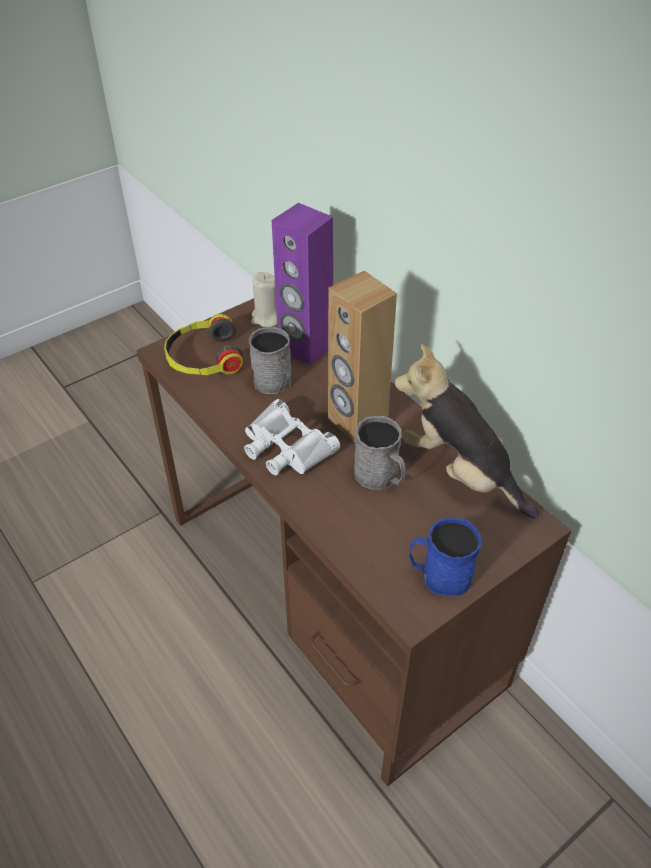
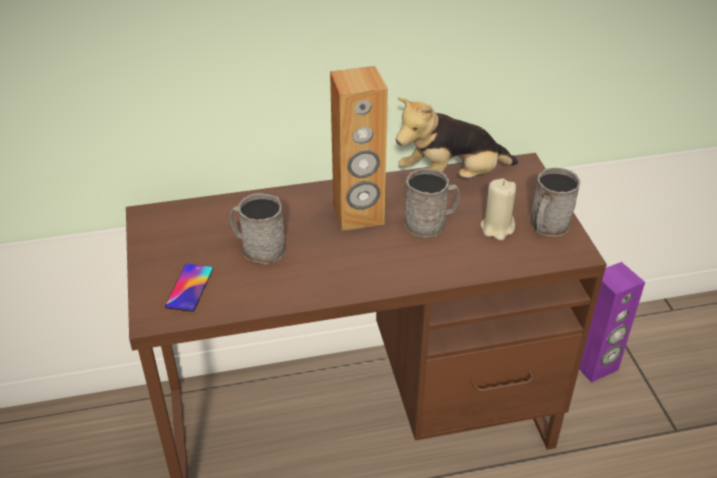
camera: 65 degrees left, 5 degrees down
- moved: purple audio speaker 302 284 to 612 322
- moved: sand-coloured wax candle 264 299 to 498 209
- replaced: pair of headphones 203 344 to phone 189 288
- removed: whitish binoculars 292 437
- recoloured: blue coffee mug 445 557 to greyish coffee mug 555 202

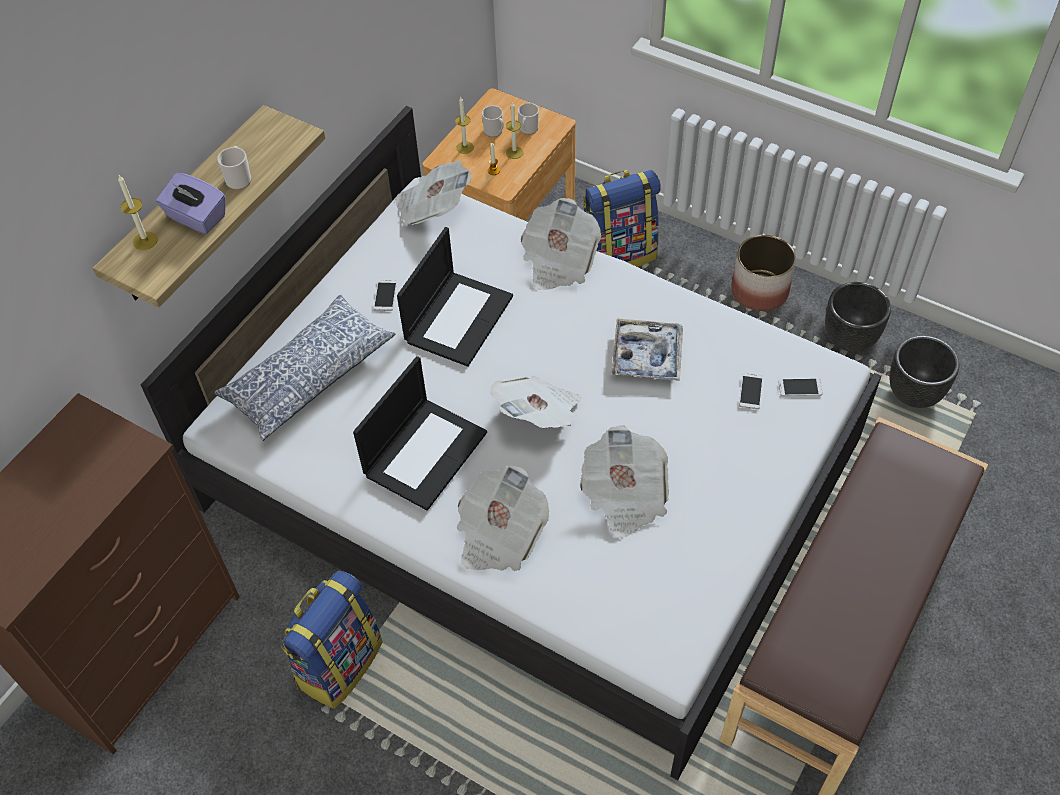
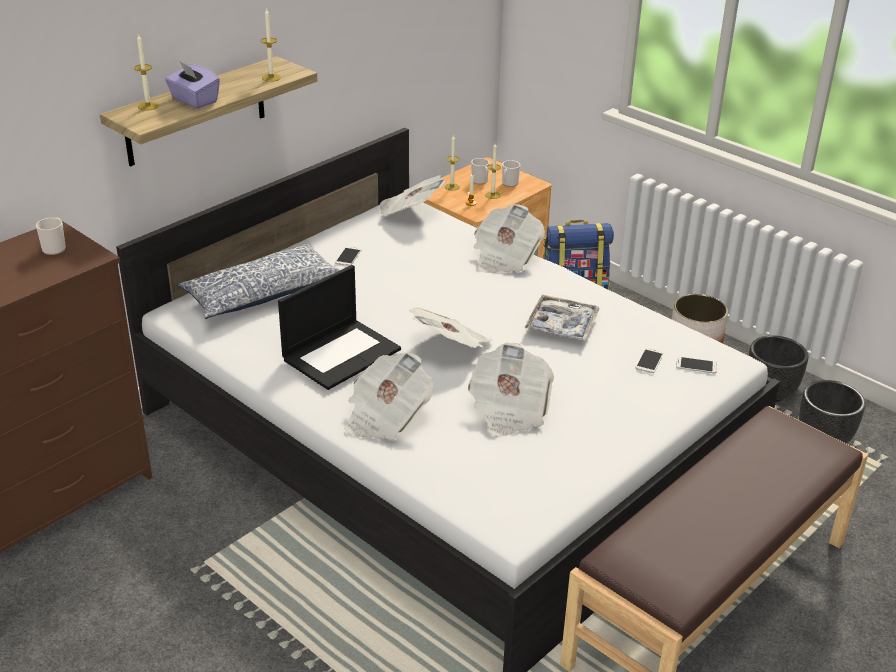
camera: 10 degrees right, 20 degrees down
- moved: coffee mug 234 168 to 51 236
- removed: portable computer 455 297
- removed: knapsack 331 639
- added: wax candle 271 45

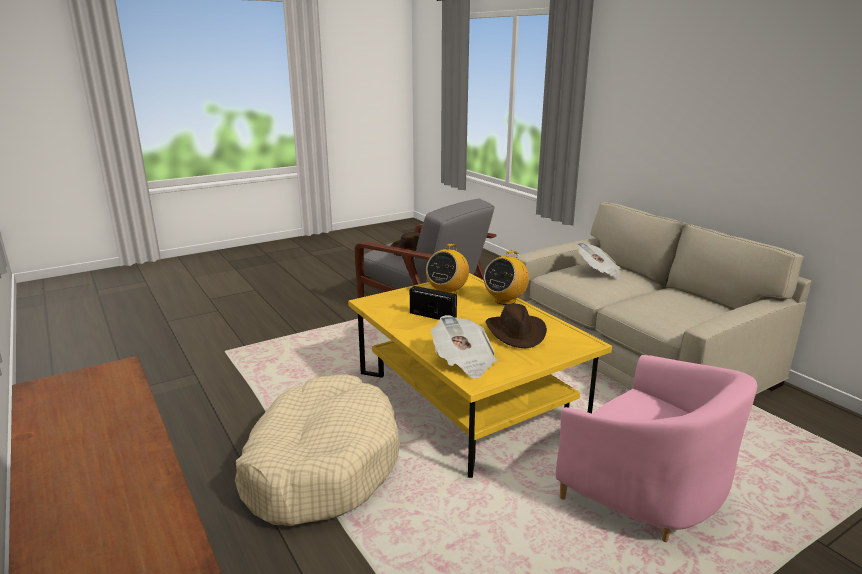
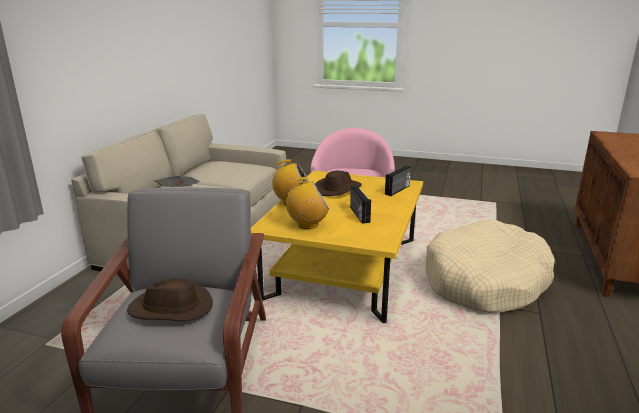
camera: 130 degrees left, 0 degrees up
- replaced: newspaper 464 347 to radio 398 180

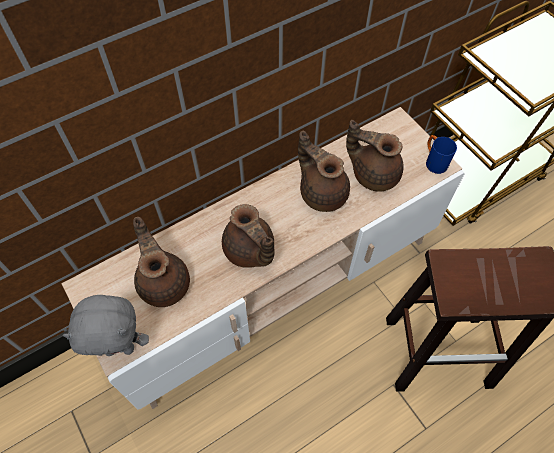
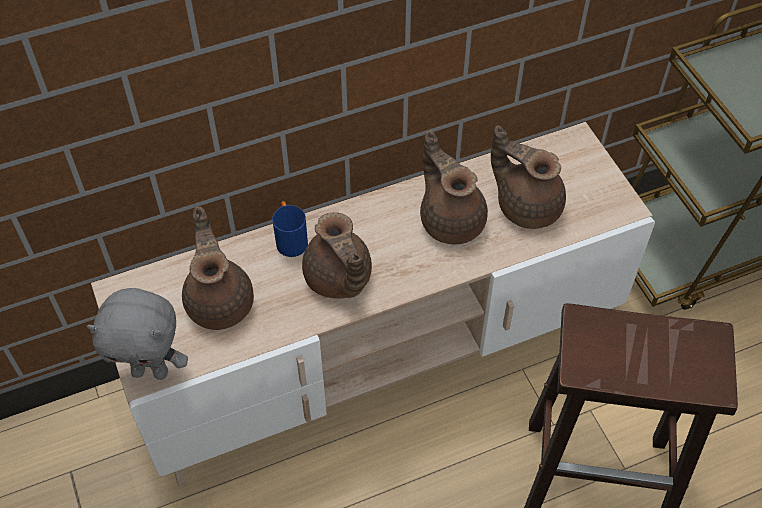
camera: 10 degrees right, 5 degrees down
- moved: blue coffee mug 441 154 to 290 229

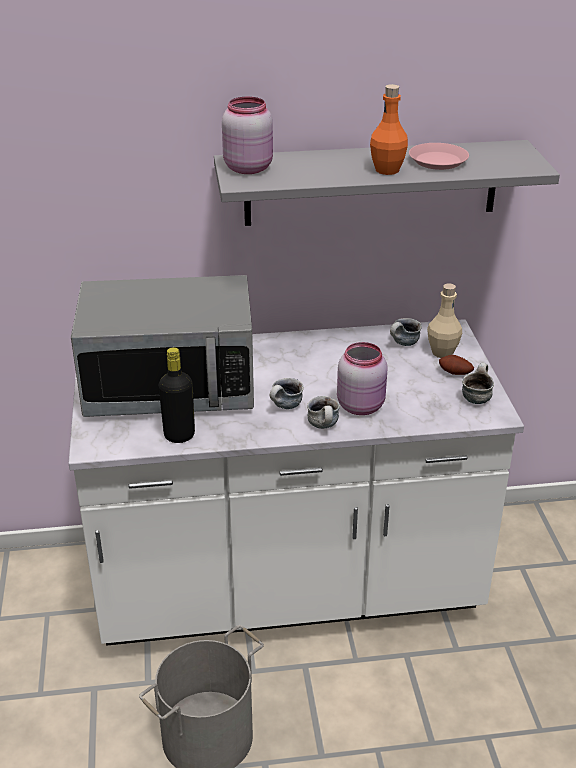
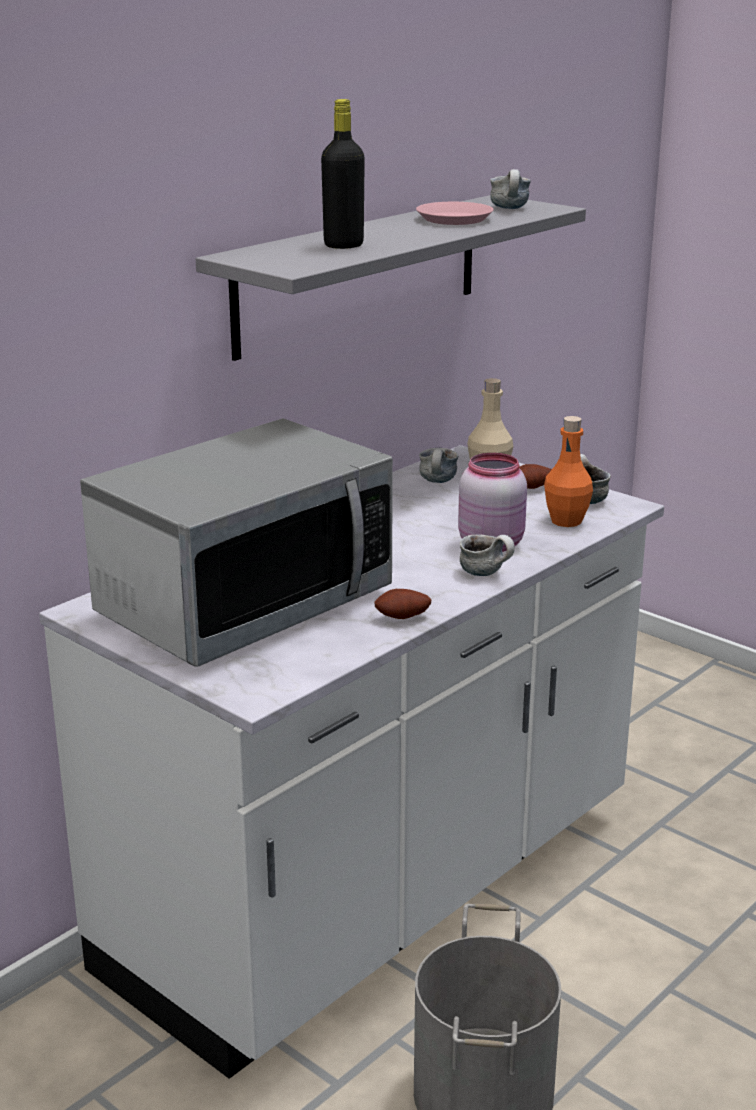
camera: 40 degrees left, 10 degrees down
- moved: orange-coloured beverage bottle 389 129 to 568 471
- removed: pink-coloured preserve jar 247 135
- moved: blackish beverage bottle 177 395 to 343 174
- moved: coffee mug 287 393 to 510 189
- added: whole potato 402 604

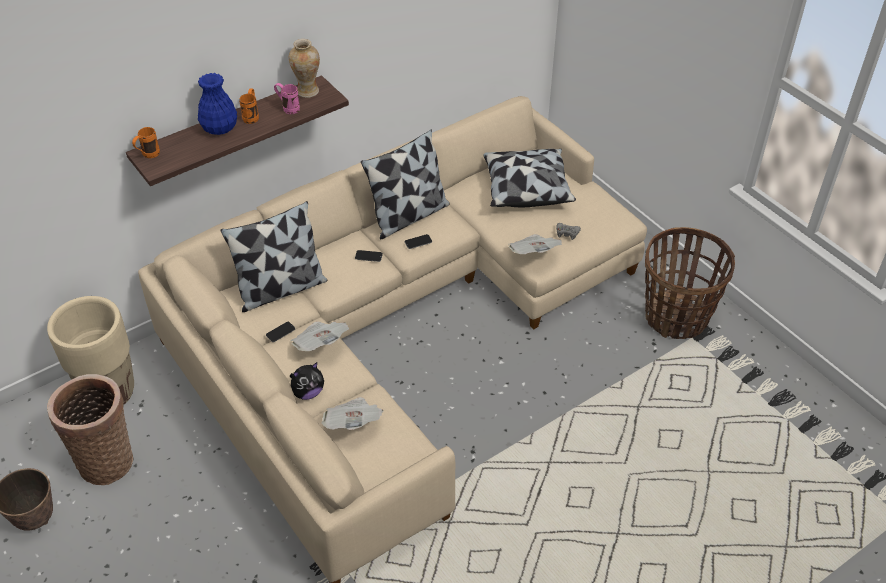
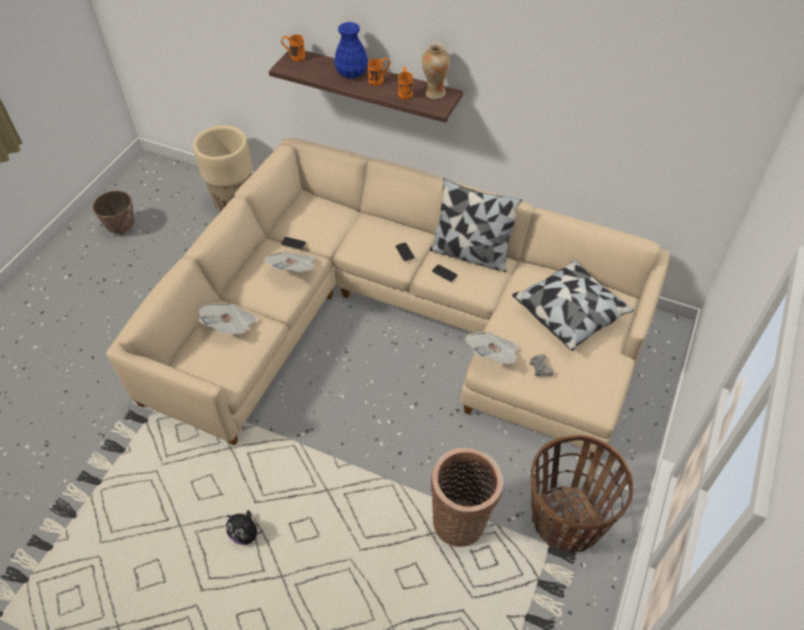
camera: 60 degrees right, 5 degrees up
- recoloured: pink-coloured coffee mug 287 98 to orange-coloured coffee mug 405 83
- removed: cushion 274 256
- moved: plush toy 307 381 to 244 527
- moved: household basket 90 429 to 467 497

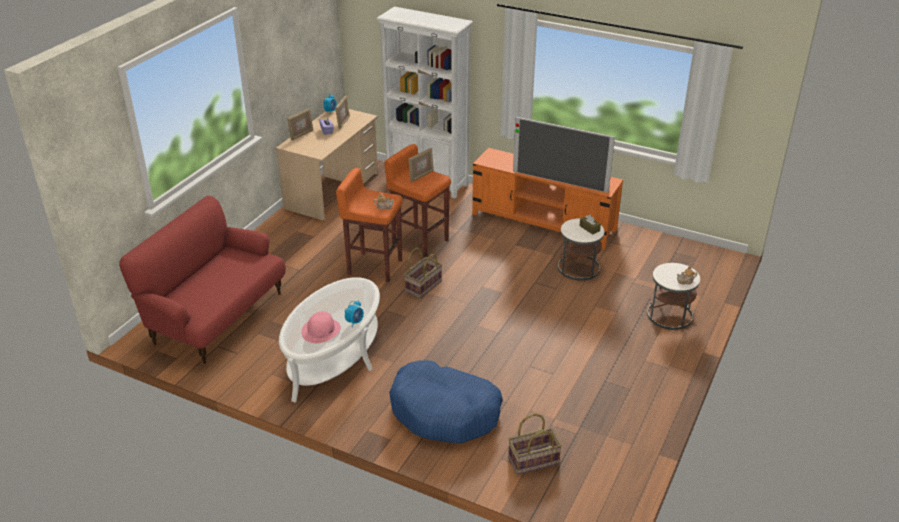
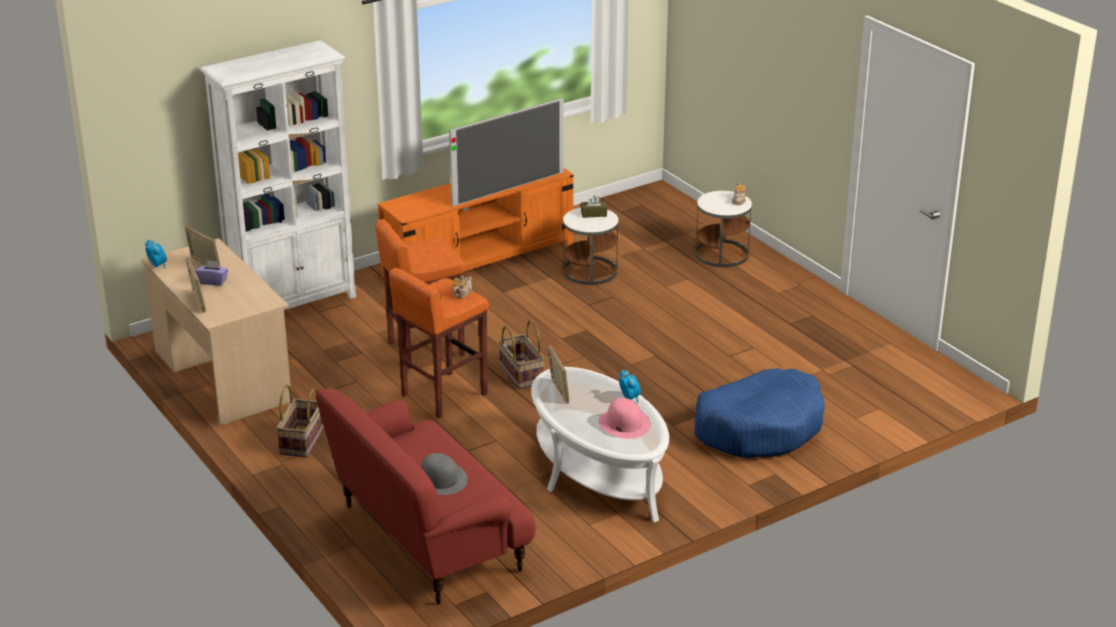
camera: 60 degrees left, 5 degrees down
- moved: picture frame 421 164 to 559 374
- moved: household basket 535 444 to 300 421
- added: greyish wearable hat 444 474

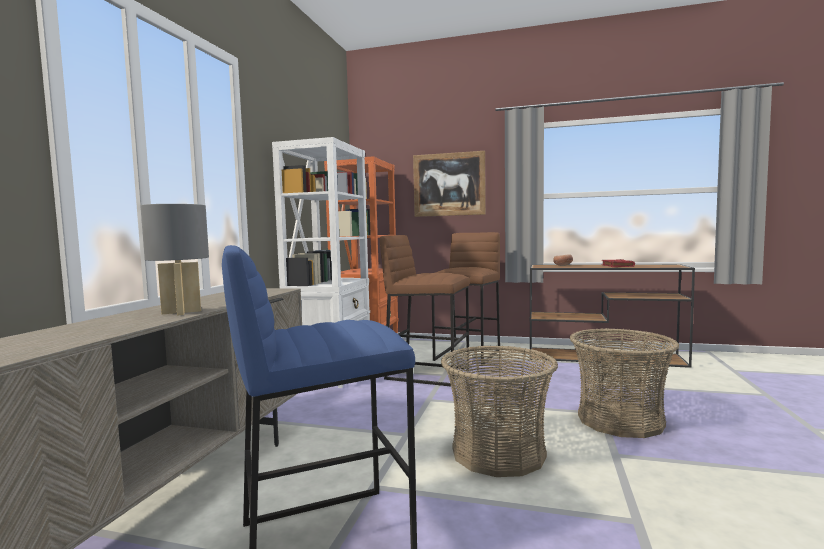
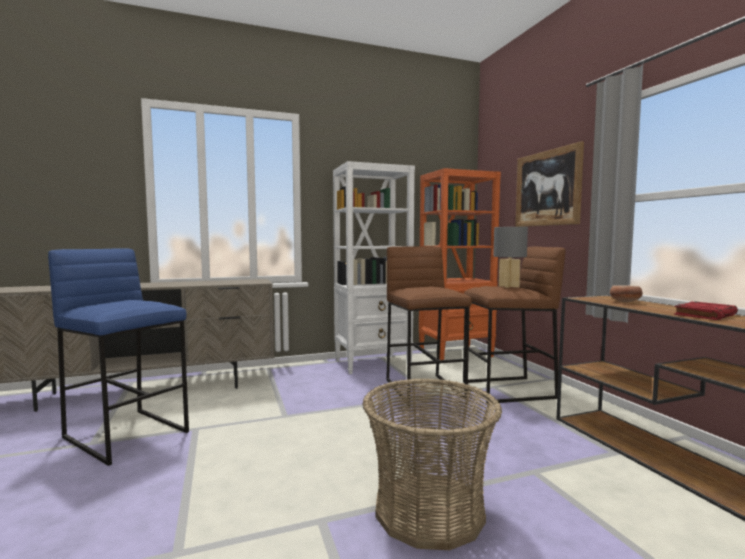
camera: 55 degrees right, 0 degrees up
- moved: greyish tabletop lamp 175 260 to 510 257
- removed: household basket 499 411

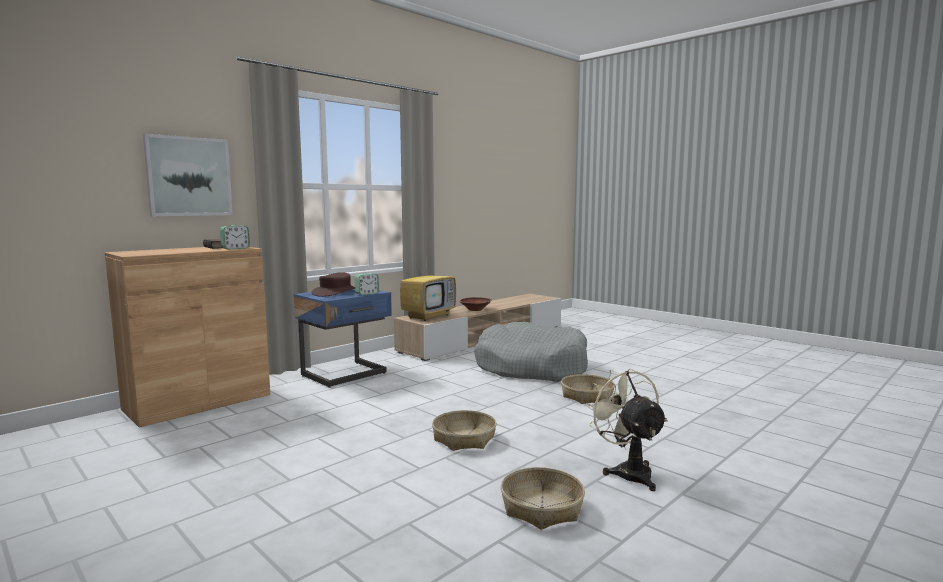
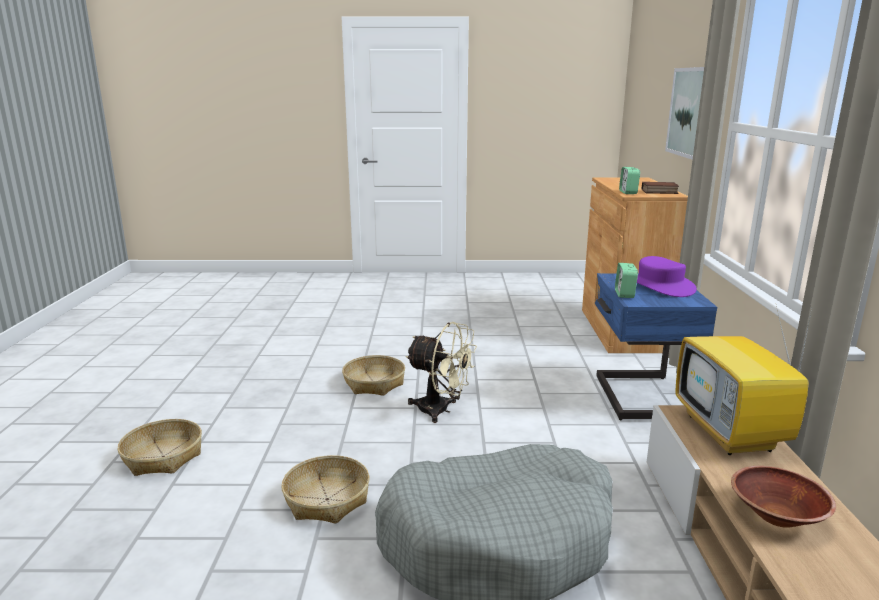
camera: 135 degrees right, 10 degrees up
- recoloured: brownish wearable hat 333 284 to purple wearable hat 667 276
- moved: sand-coloured cooling fan 627 430 to 441 372
- moved: household basket 543 498 to 159 447

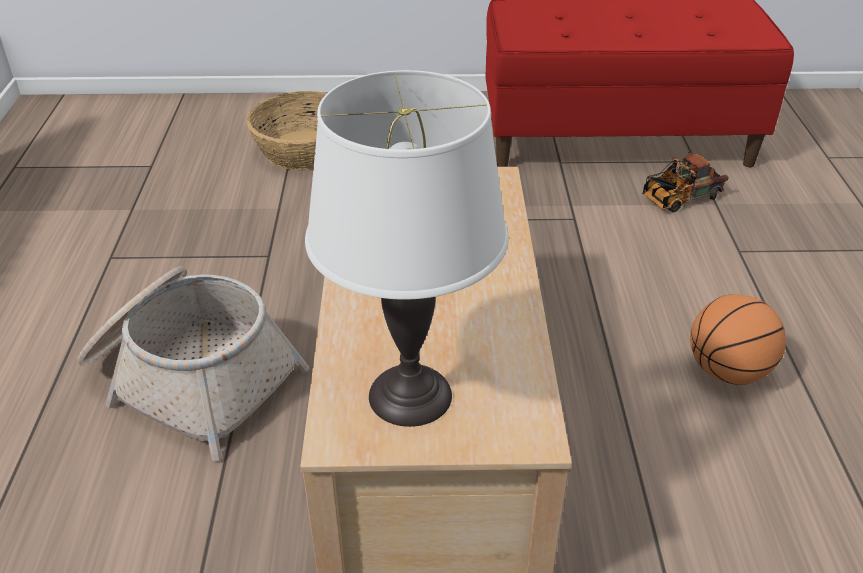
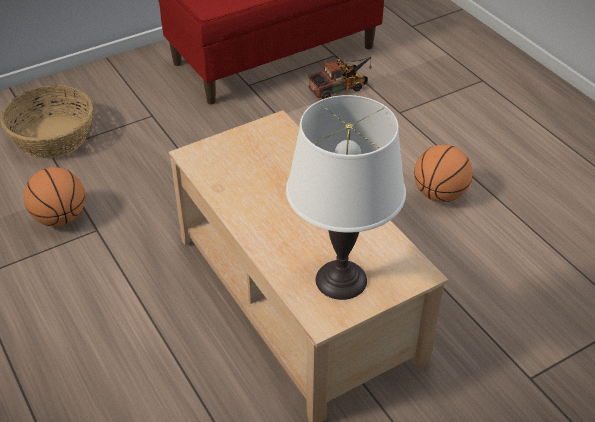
camera: 30 degrees left, 5 degrees up
- turned: model truck 685 182 = 340 78 150 degrees counterclockwise
- removed: household basket 193 363
- added: ball for basketball 54 196

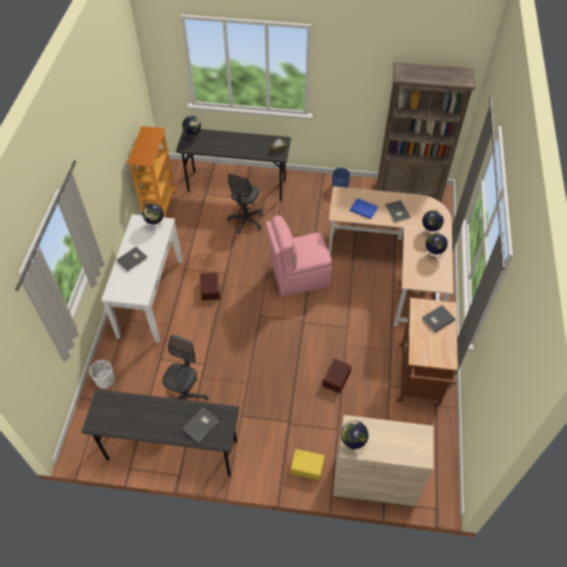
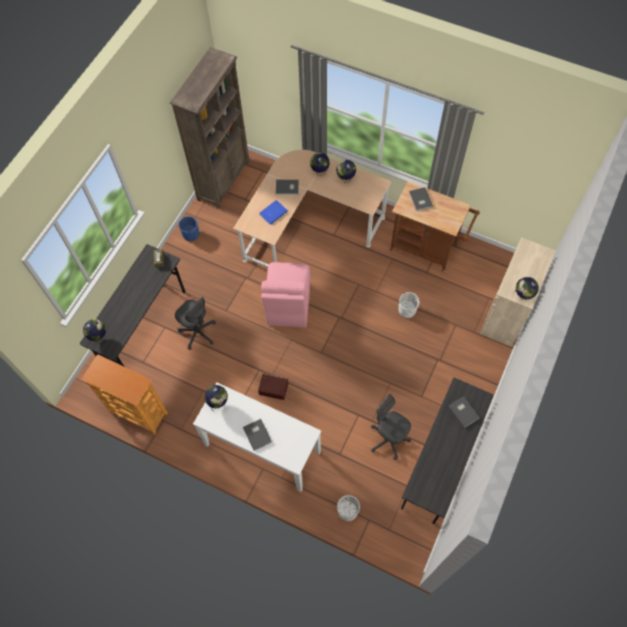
camera: 70 degrees left, 10 degrees up
- replaced: brownish storage bin 337 376 to whitish flower pot 409 305
- removed: yellowish storage bin 308 465

